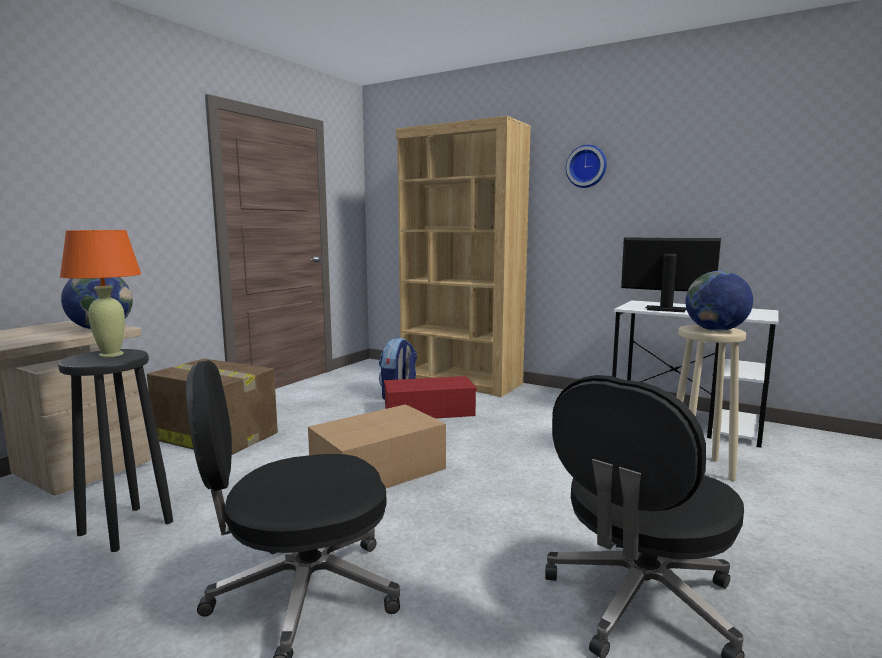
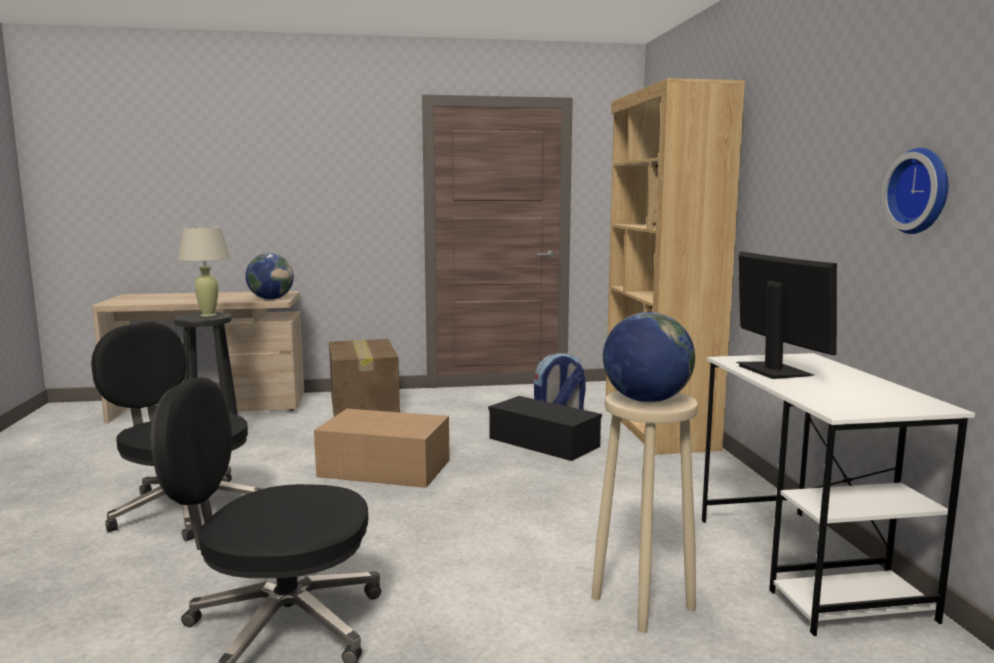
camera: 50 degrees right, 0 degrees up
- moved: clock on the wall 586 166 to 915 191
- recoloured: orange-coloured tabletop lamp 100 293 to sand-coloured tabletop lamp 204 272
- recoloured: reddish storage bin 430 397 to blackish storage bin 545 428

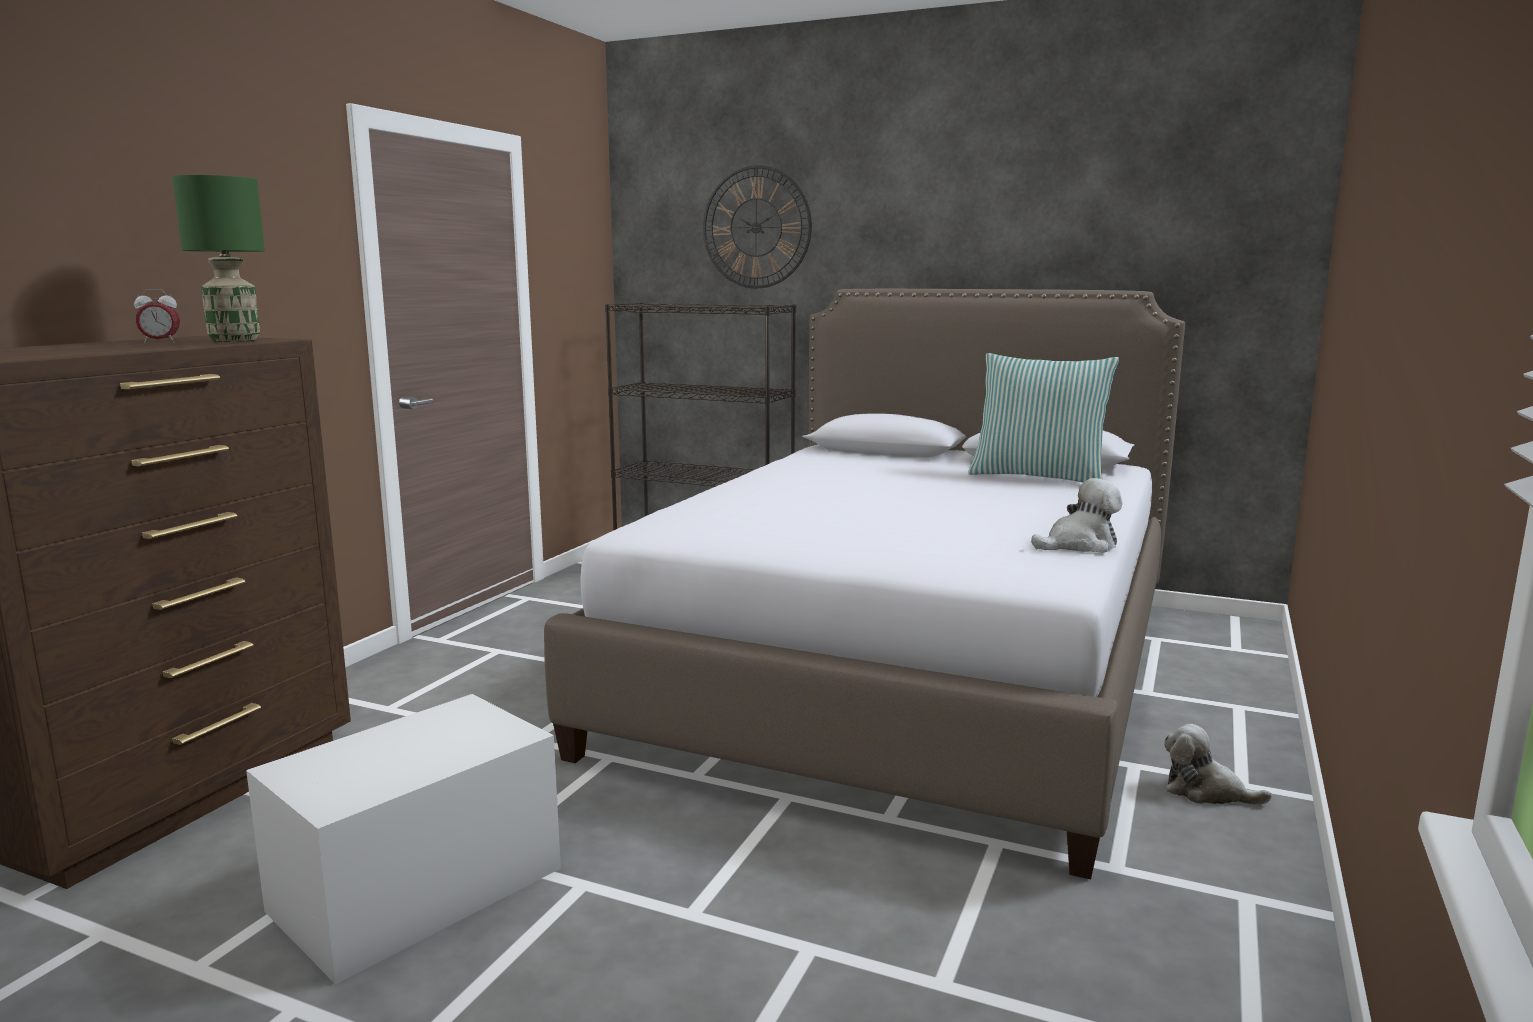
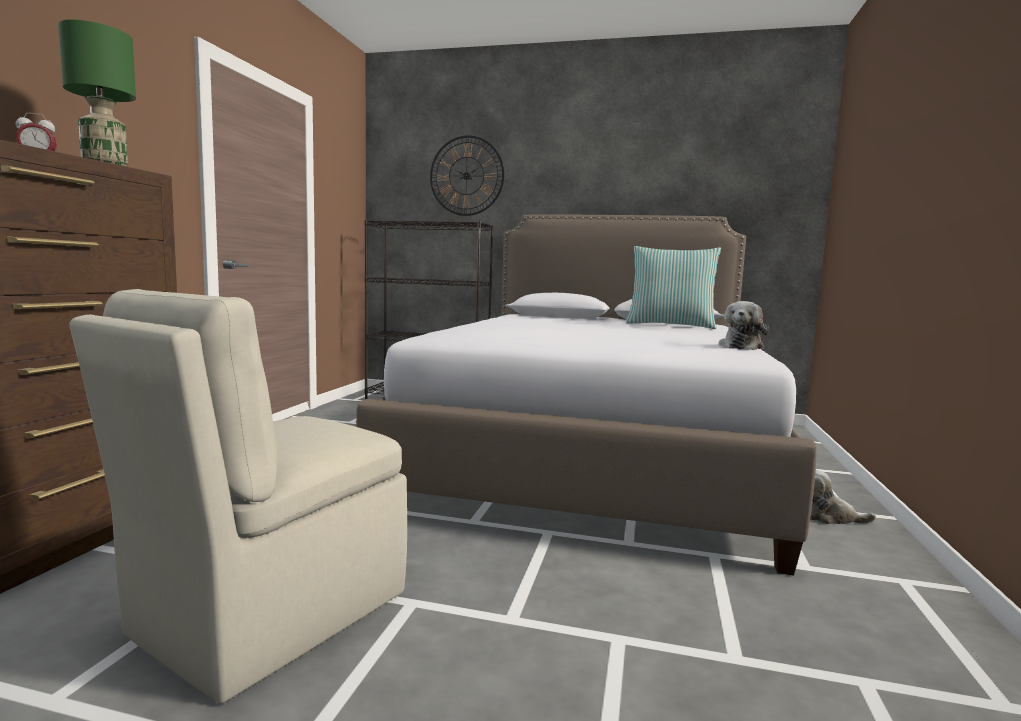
camera: 10 degrees left, 5 degrees down
- turned: plush toy 1076 515 = 743 325 150 degrees clockwise
- replaced: whitish storage bin 403 839 to sand-coloured chair 238 496

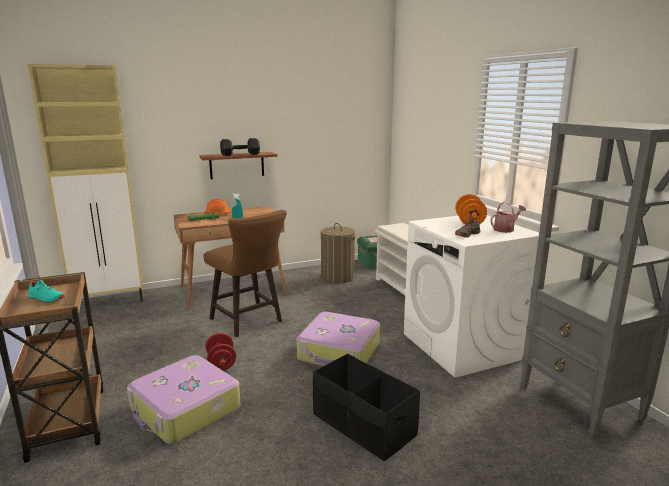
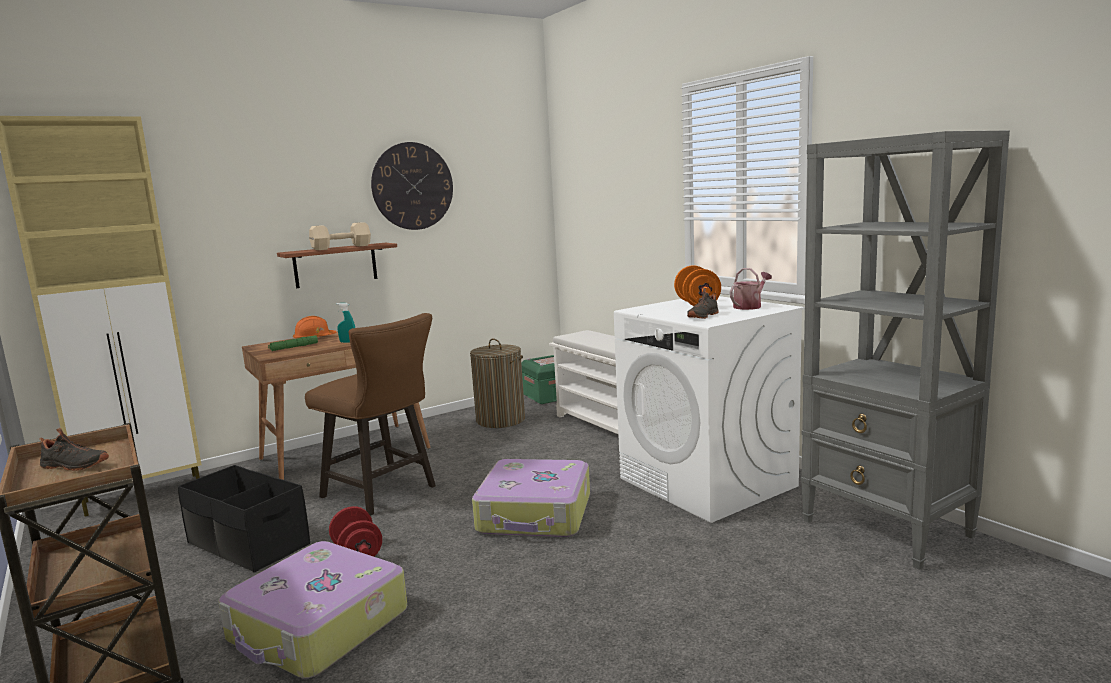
camera: 10 degrees left, 5 degrees down
- recoloured: blackish hand weight 240 147 to sand-coloured hand weight 340 236
- recoloured: turquoise shoe 46 289 to blackish shoe 74 449
- moved: blackish storage bin 366 408 to 244 518
- added: clock on the wall 412 186

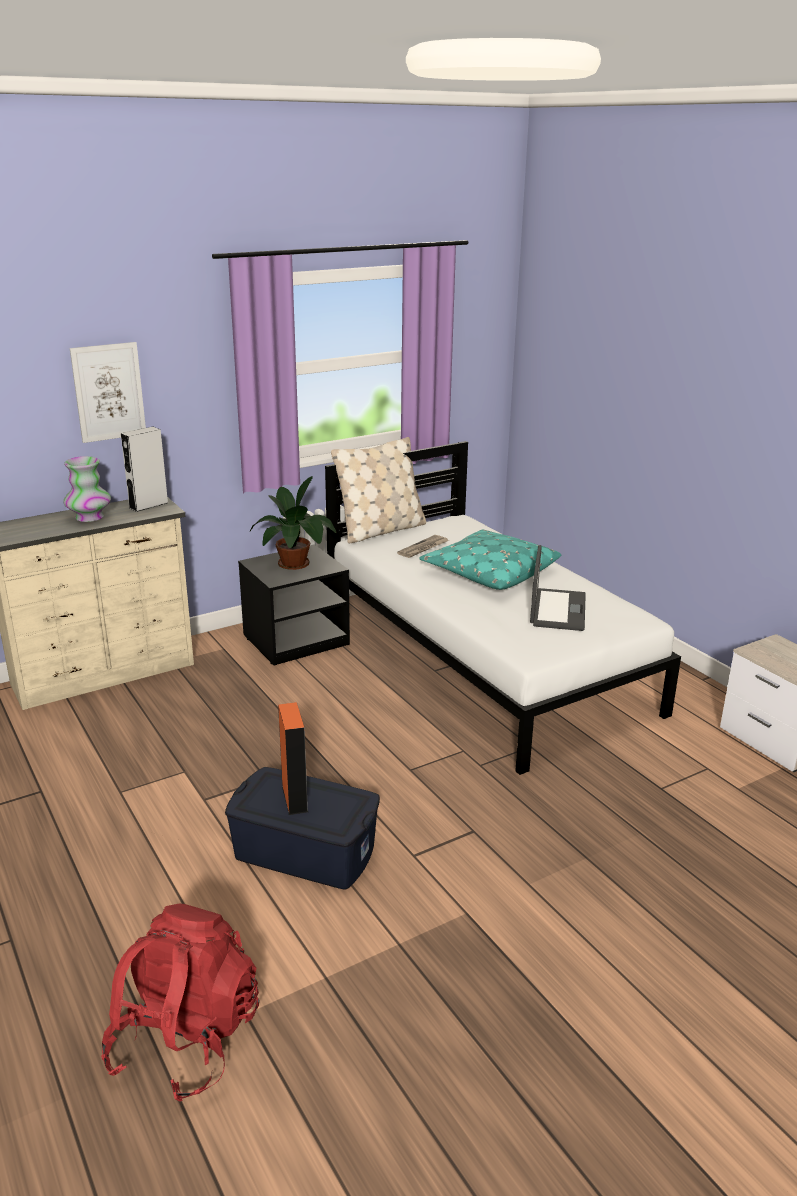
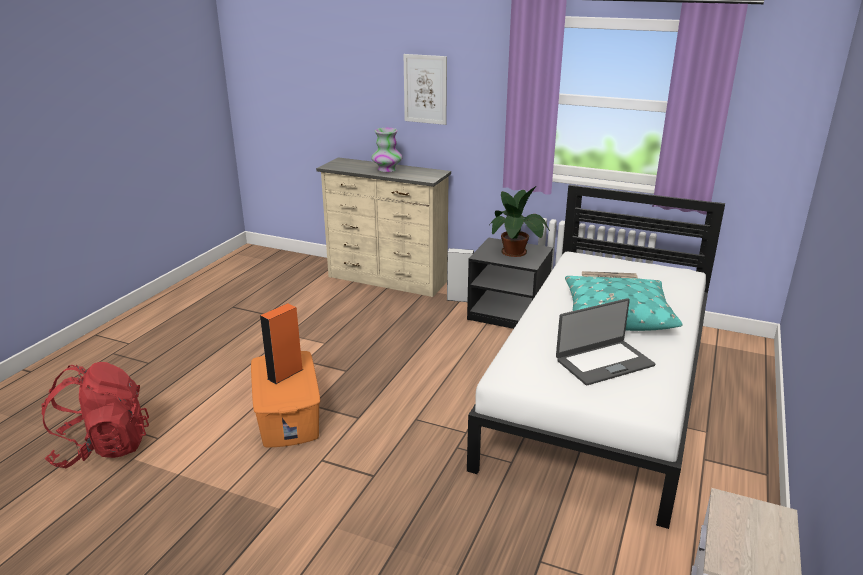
camera: 55 degrees right, 0 degrees up
- moved: greyish audio speaker 144 469 to 460 275
- removed: sand-coloured cushion 378 490
- recoloured: blue storage bin 302 828 to orange-coloured storage bin 285 399

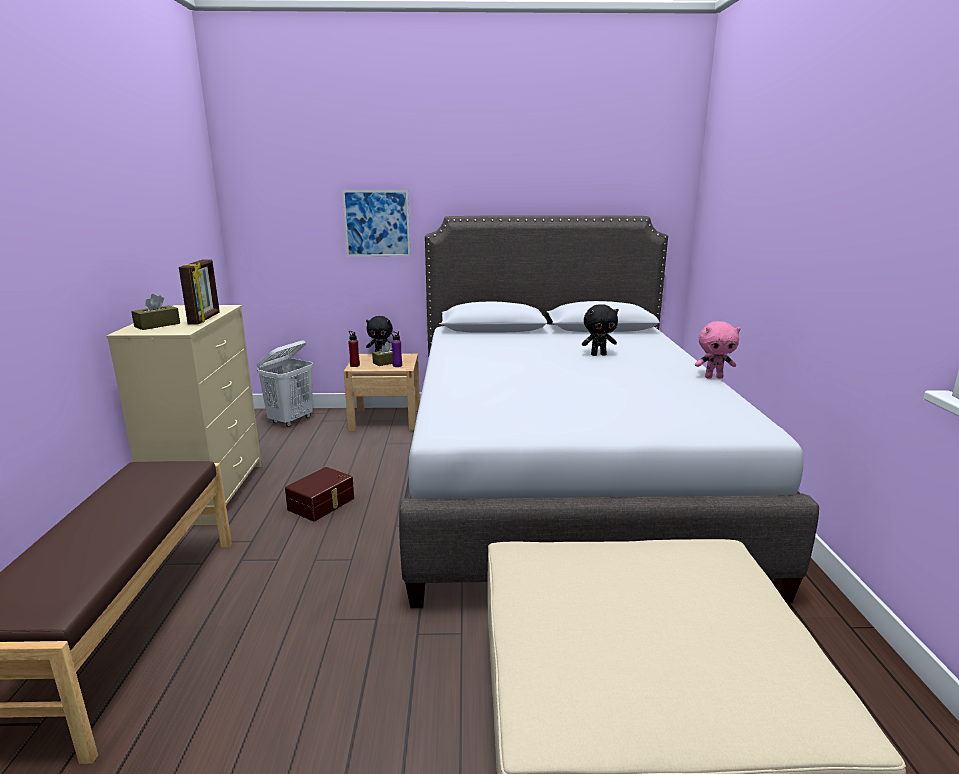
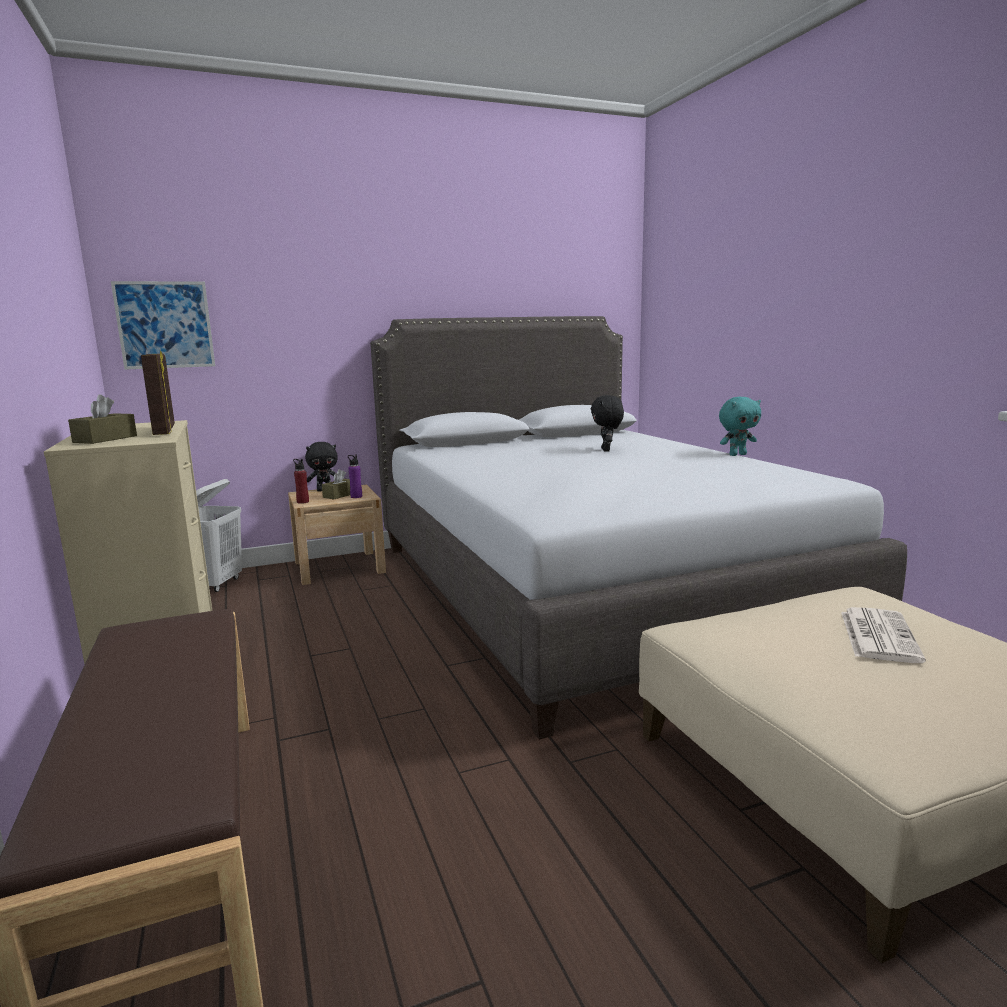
camera: 20 degrees left, 5 degrees down
- moved: wall picture 376 223 to 163 325
- turned: blackish plush toy 600 330 = 607 423 120 degrees clockwise
- recoloured: pink-coloured plush toy 718 350 to turquoise plush toy 740 426
- removed: brownish storage bin 319 494
- added: newspaper 883 635

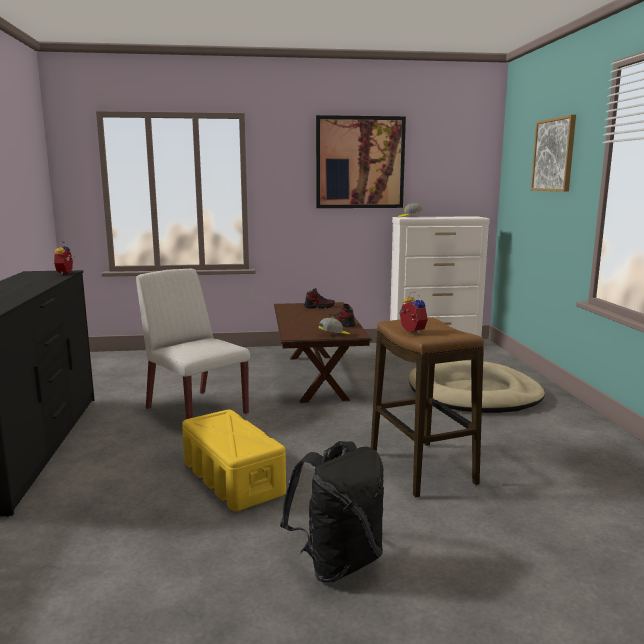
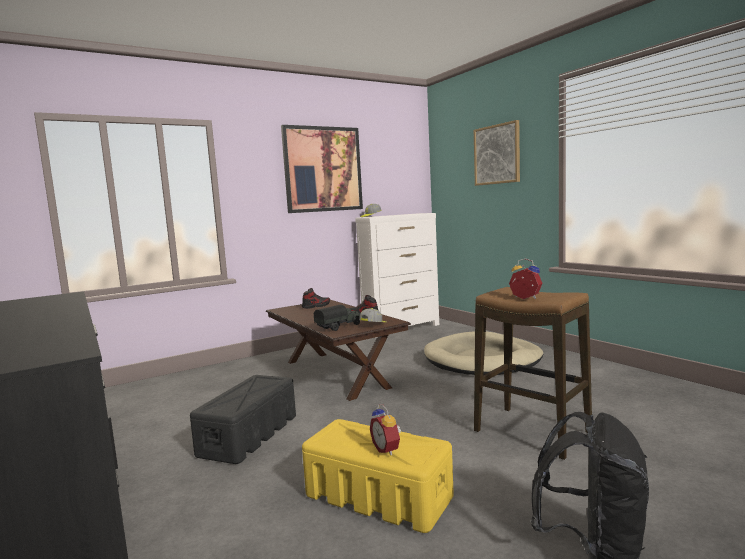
camera: 25 degrees left, 5 degrees down
- moved: alarm clock 64 257 to 385 430
- replaced: whitish chair 193 344 to blackish storage bin 243 419
- added: model truck 336 318

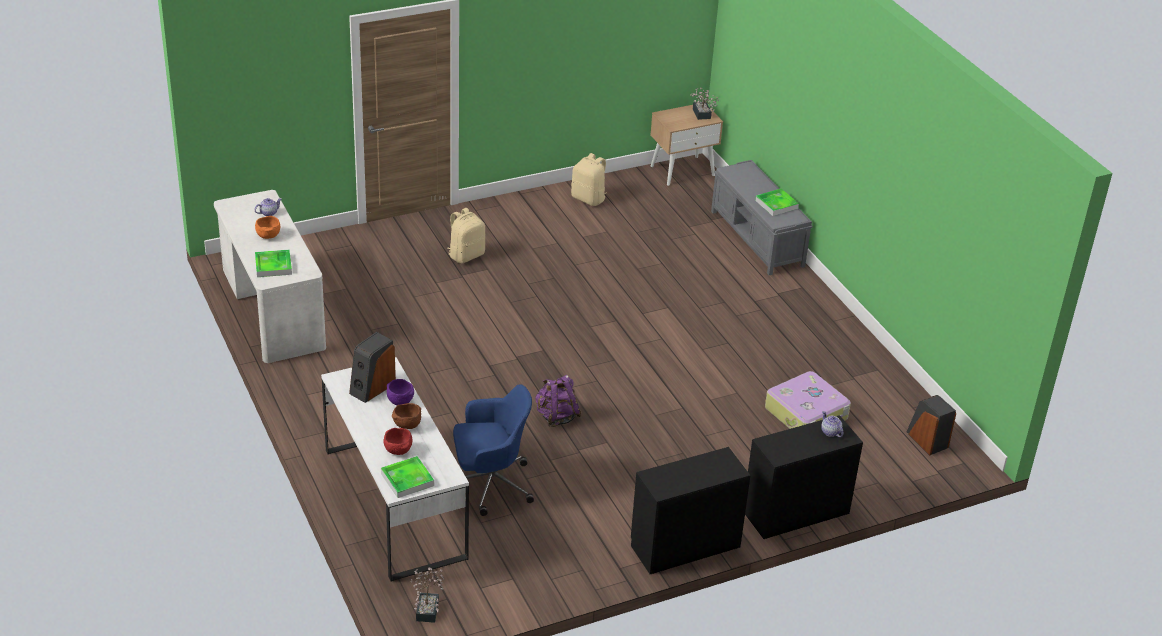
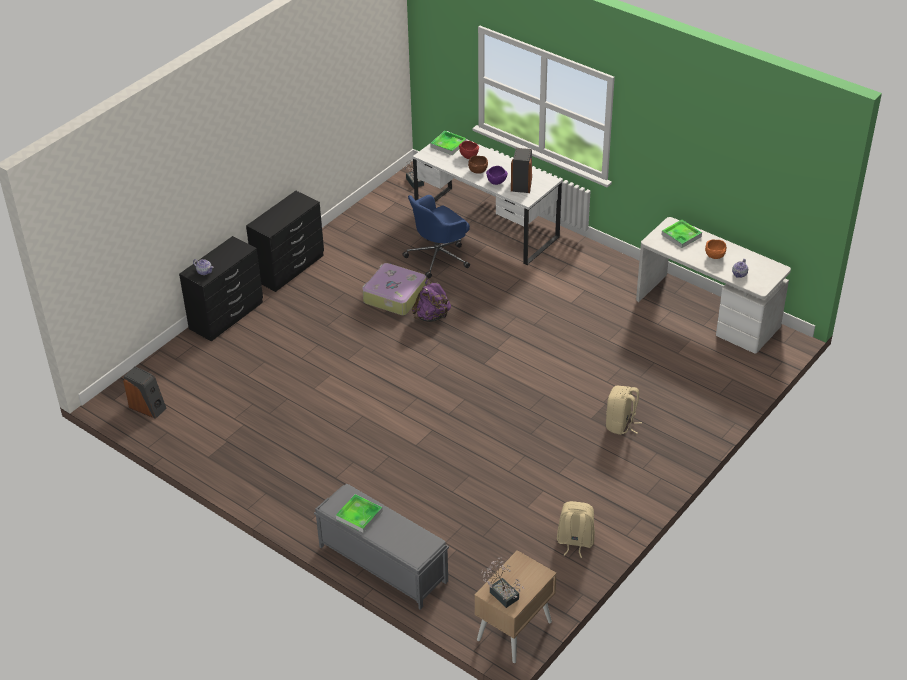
camera: 155 degrees right, 5 degrees up
- moved: travel case 808 400 to 394 289

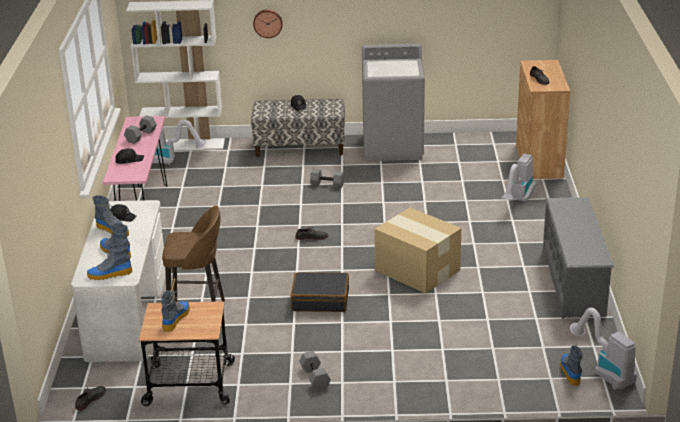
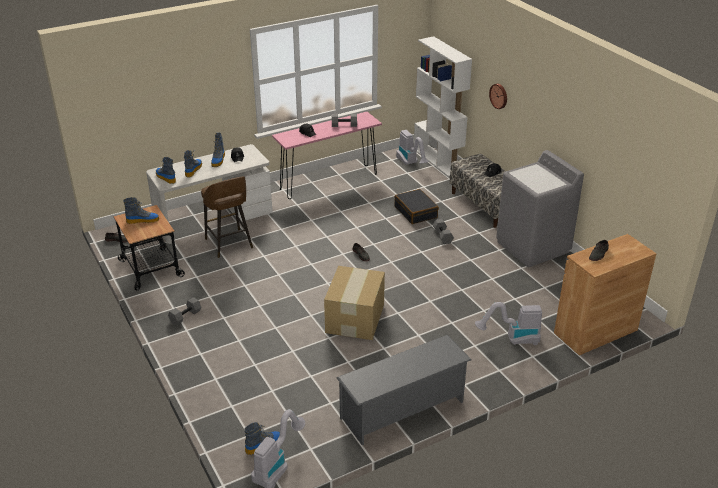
camera: 60 degrees right, 5 degrees up
- moved: blackish travel case 319 292 to 416 206

